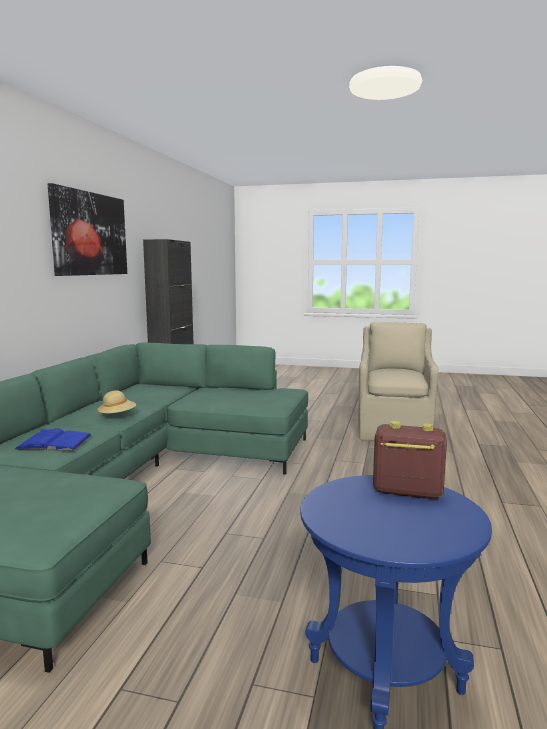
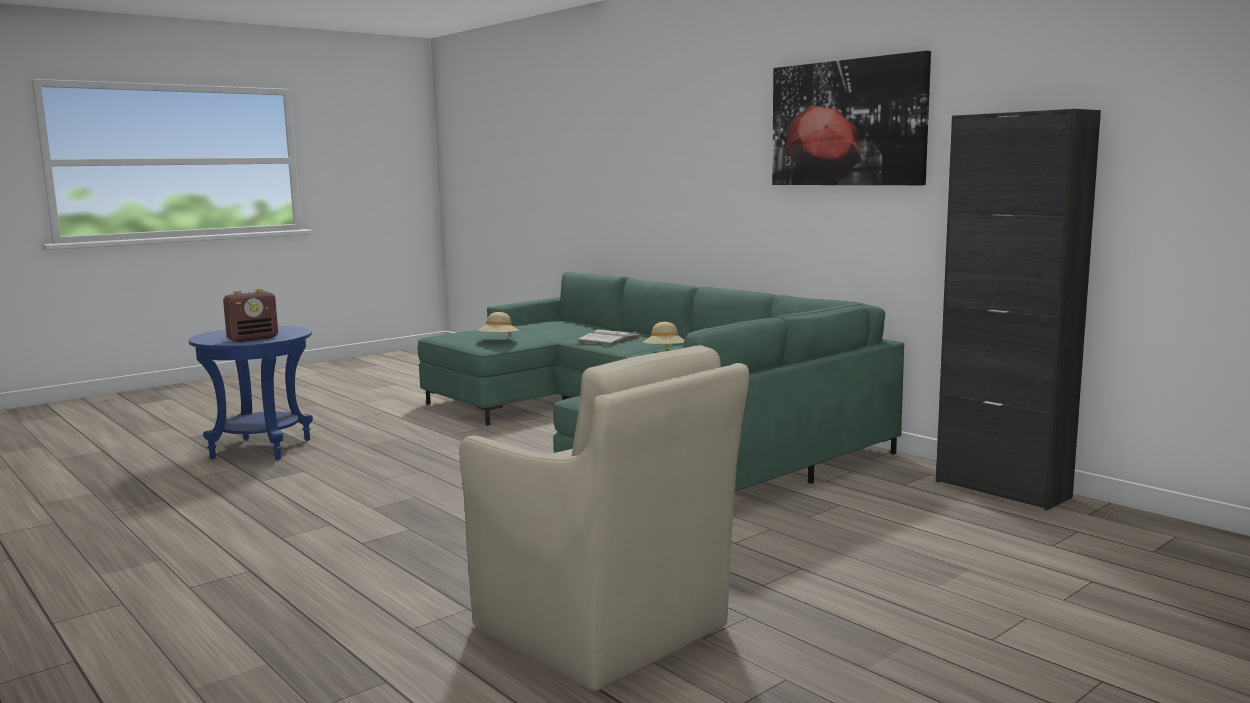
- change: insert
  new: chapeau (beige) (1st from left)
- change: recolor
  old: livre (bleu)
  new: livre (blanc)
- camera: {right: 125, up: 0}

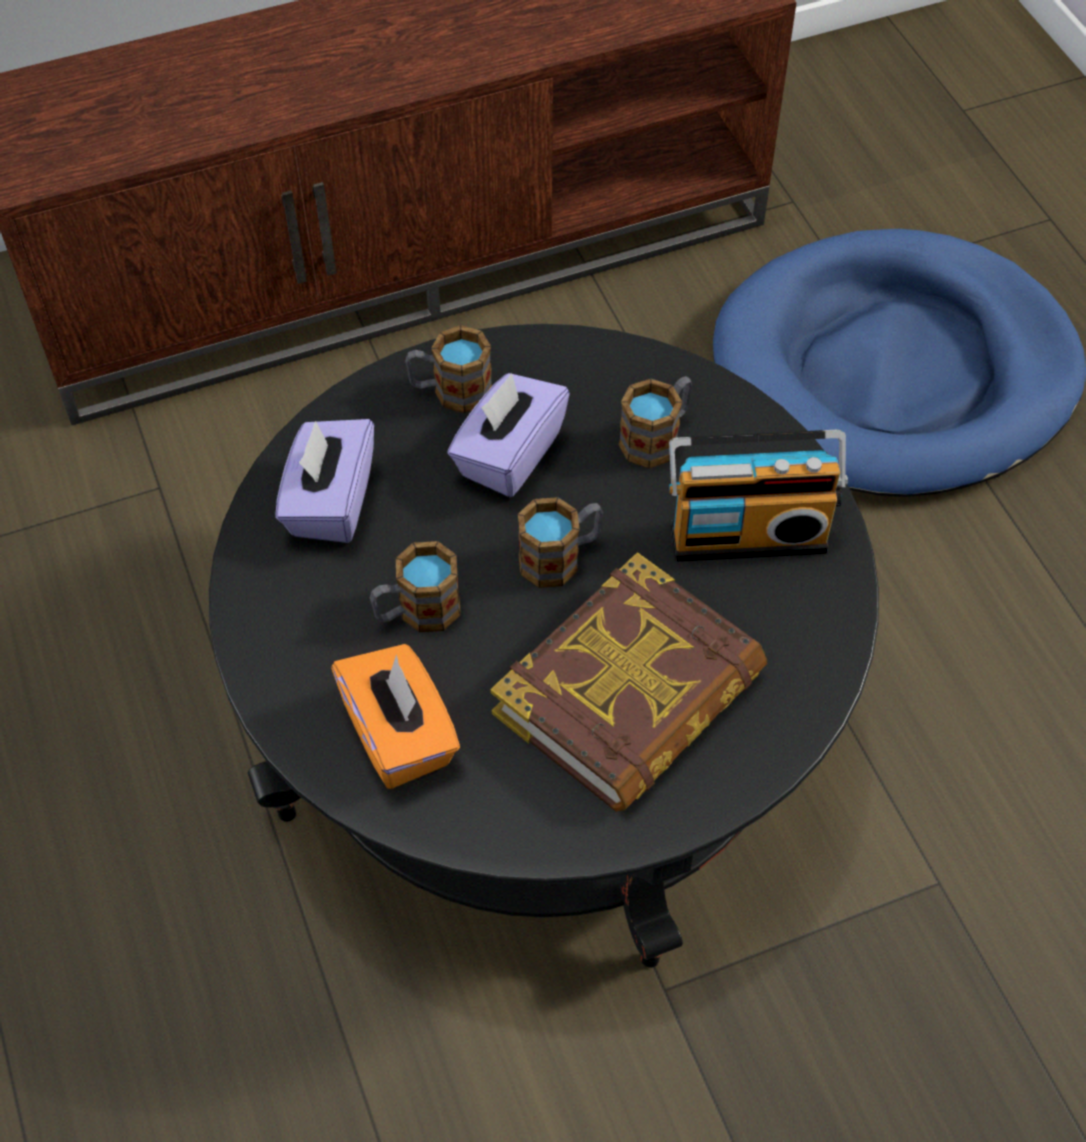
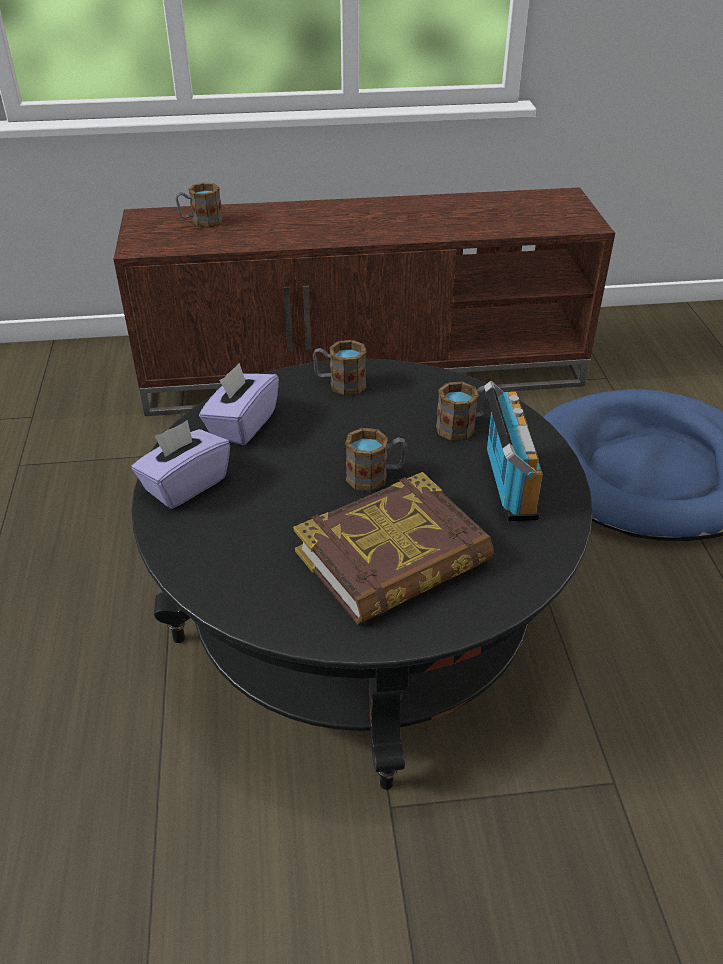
- change: delete
  old: boîte à mouchoirs (orange)
- change: move
  old: mug (1st from left)
- change: move
  old: boîte à mouchoirs (violet) (2nd from left in the first image)
  new: boîte à mouchoirs (violet) (1st from left)
- change: rotate
  old: radio
  degrees: -105
- camera: {right: 15, up: -15}

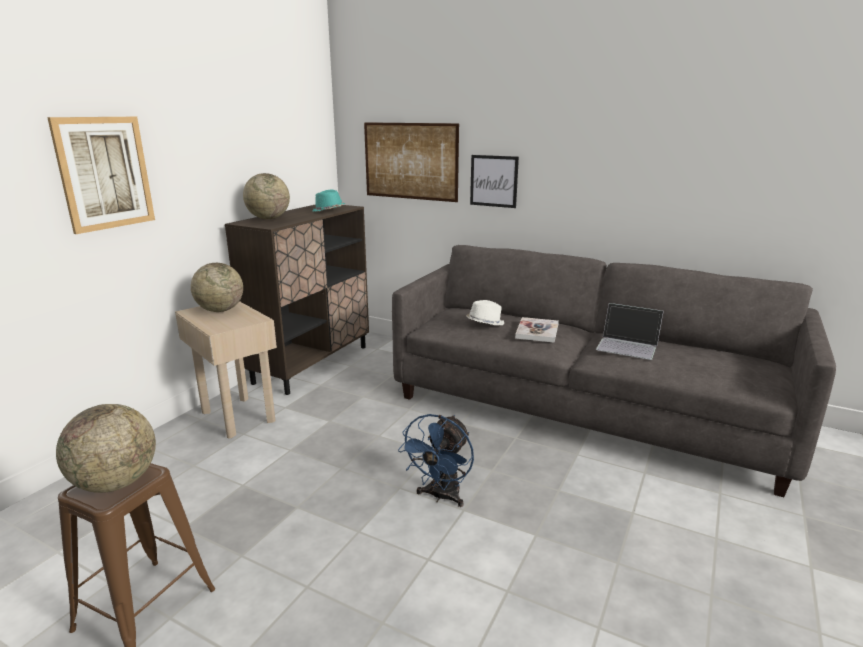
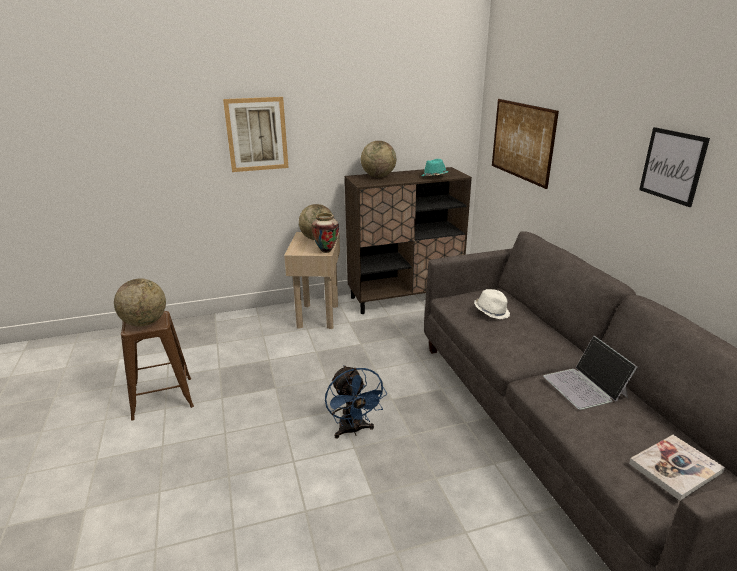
- change: insert
  new: vase
- change: move
  old: tableau (3rd from left)
- change: move
  old: livre
- change: rotate
  old: ventilateur (bleu)
  degrees: -90
- camera: {right: 45, up: 5}

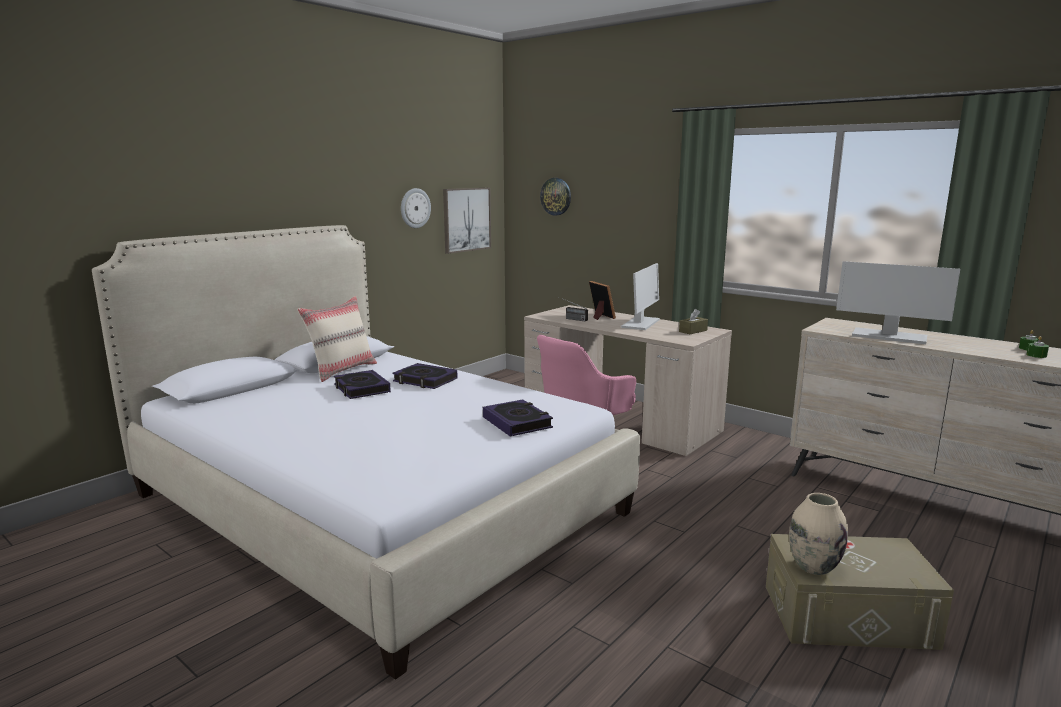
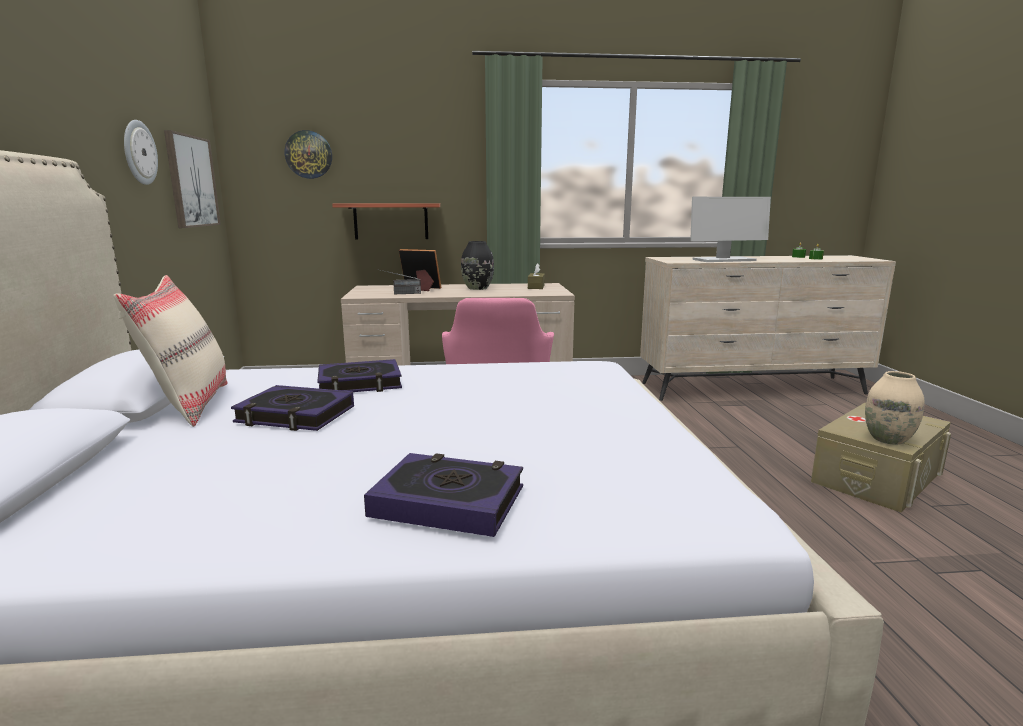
- change: insert
  new: étagère
- change: move
  old: livre (3rd from left)
- change: replace
  old: écran d'ordinateur (1st from left)
  new: vase (noir)
- camera: {right: -45, up: 0}

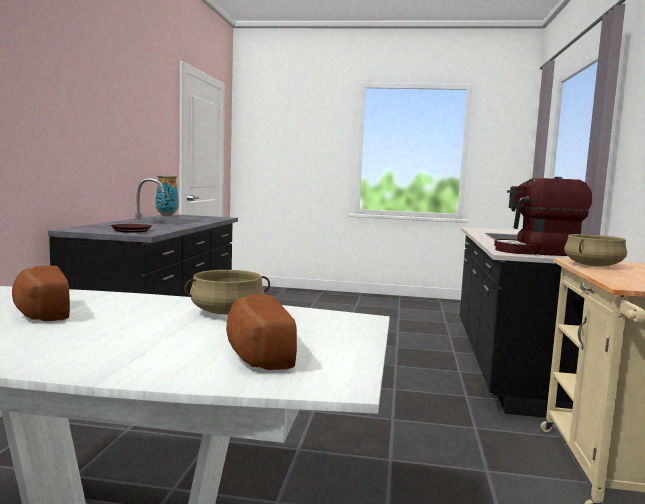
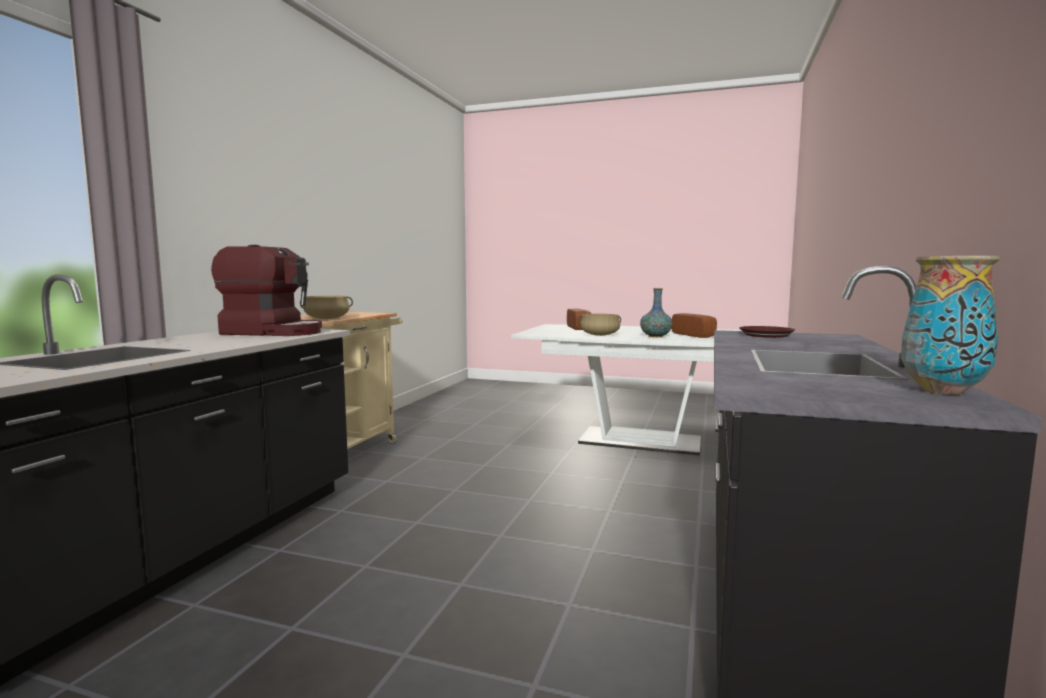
- change: insert
  new: vase (1st from left)
- camera: {right: -170, up: 0}

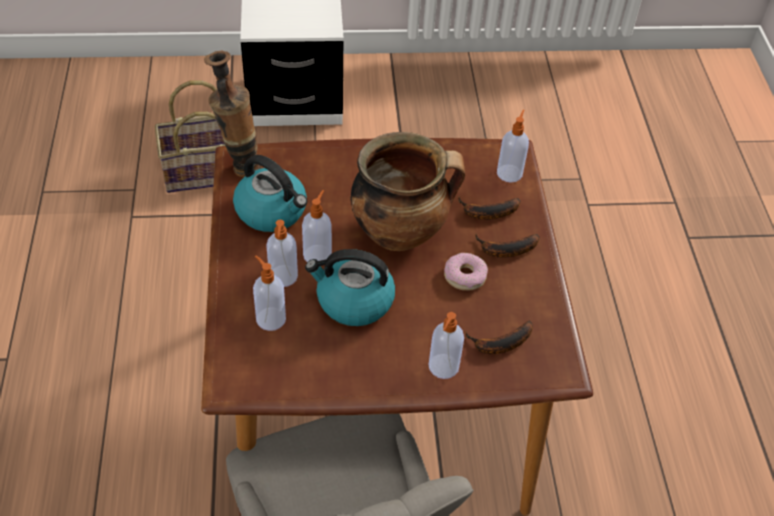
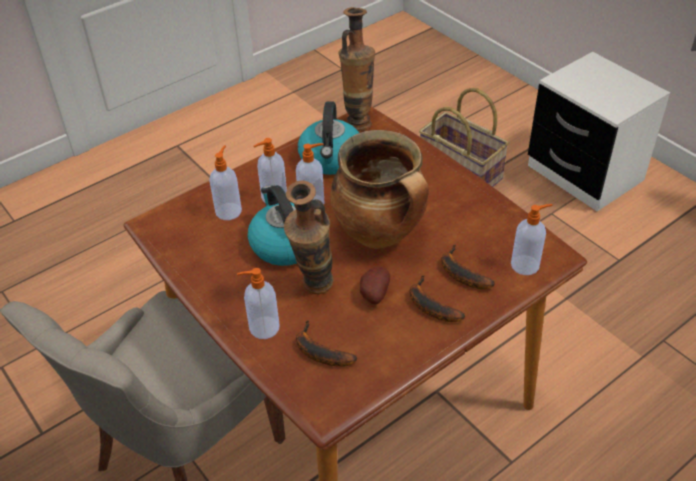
- change: insert
  new: vase (1st from left)
- change: replace
  old: beignet
  new: pomme de terre
- camera: {right: 60, up: -5}

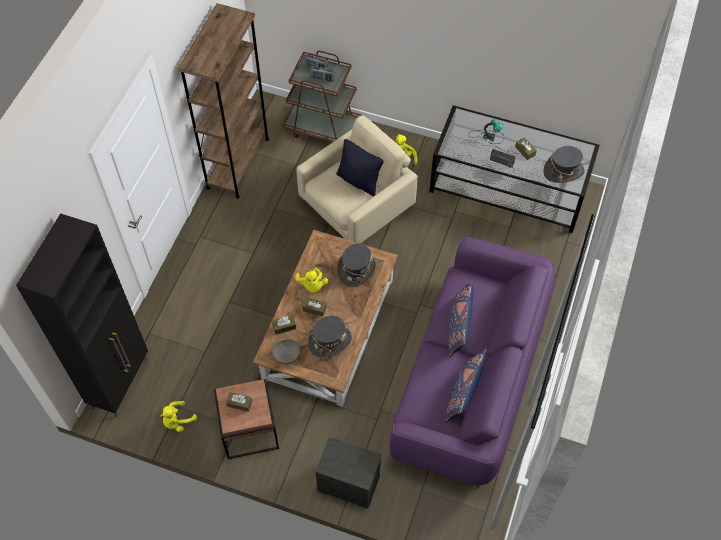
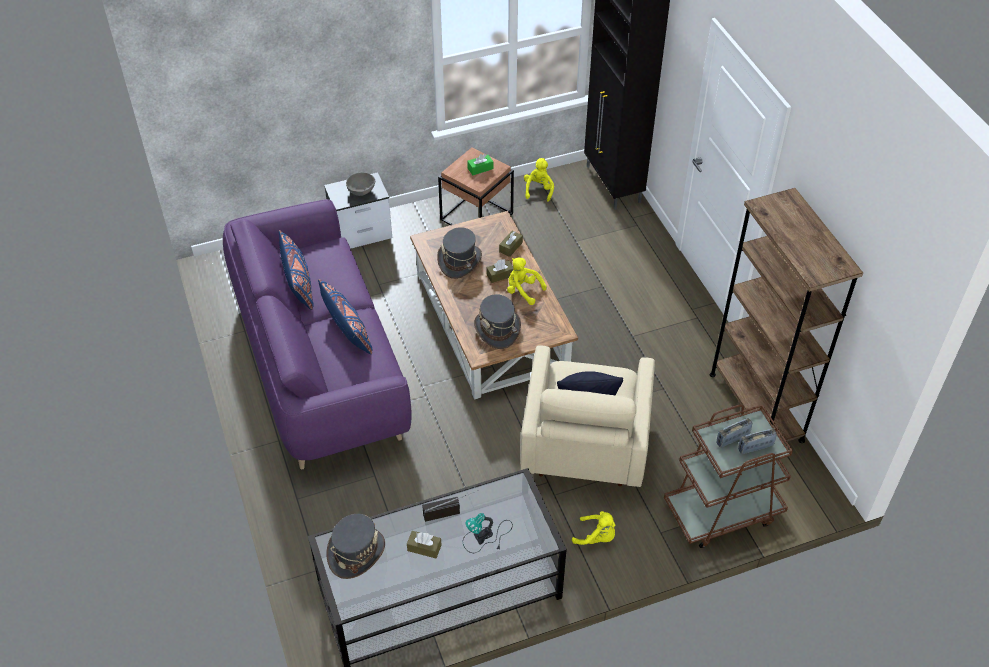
- change: move
  old: bol (gris)
- change: recolor
  old: boîte à mouchoirs (marron) (1st from left)
  new: boîte à mouchoirs (vert)
- camera: {right: 140, up: -10}

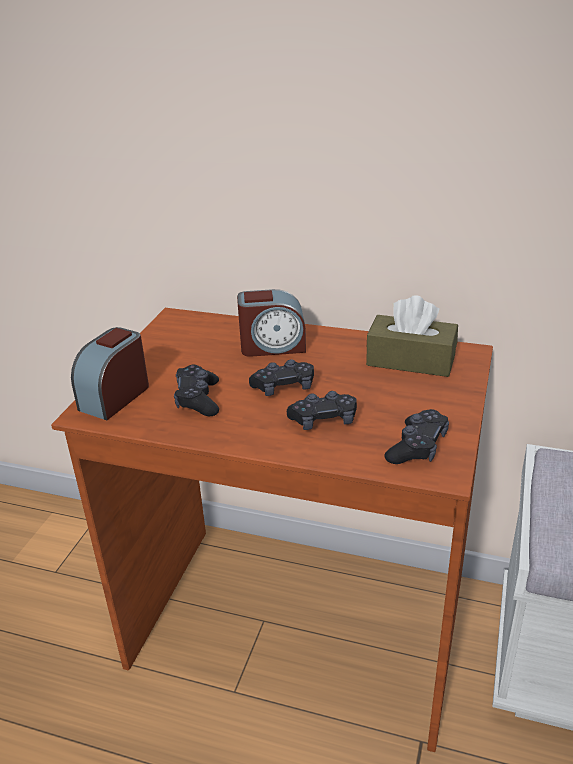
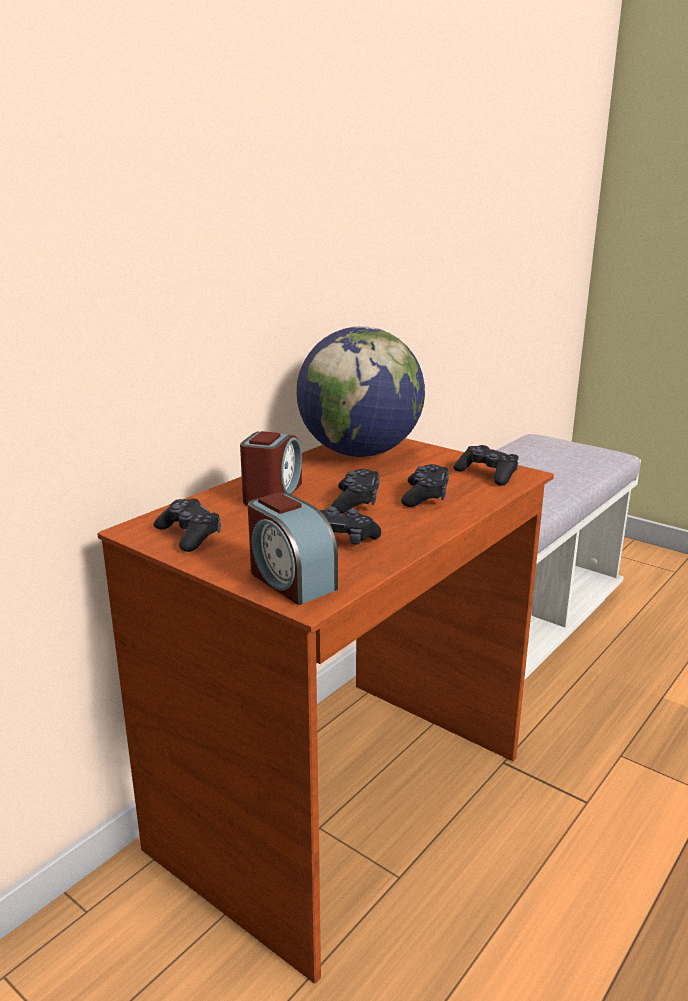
- change: insert
  new: manette (noir) (1st from left)
- change: replace
  old: boîte à mouchoirs (marron)
  new: globe
- camera: {right: -70, up: -10}

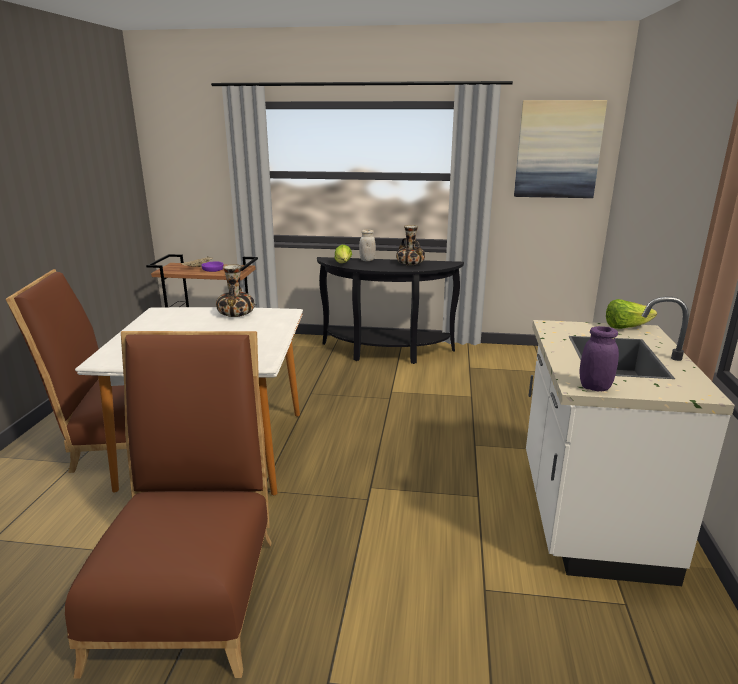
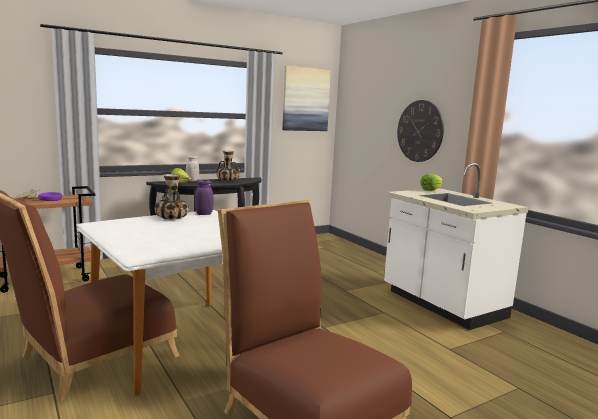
- change: insert
  new: horloge murale
- change: move
  old: bocal (violet)
- camera: {right: -40, up: -10}

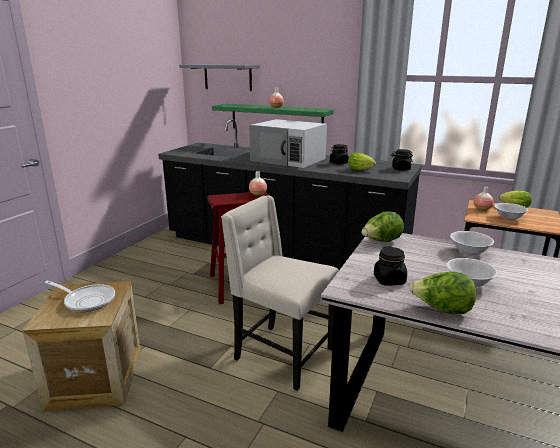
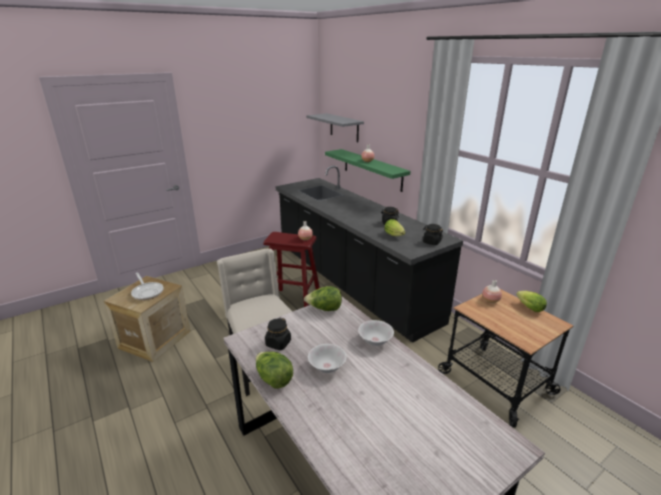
- change: delete
  old: micro-ondes (blanc)
- change: delete
  old: bol (blanc) (3rd from left)
- camera: {right: 30, up: 5}

